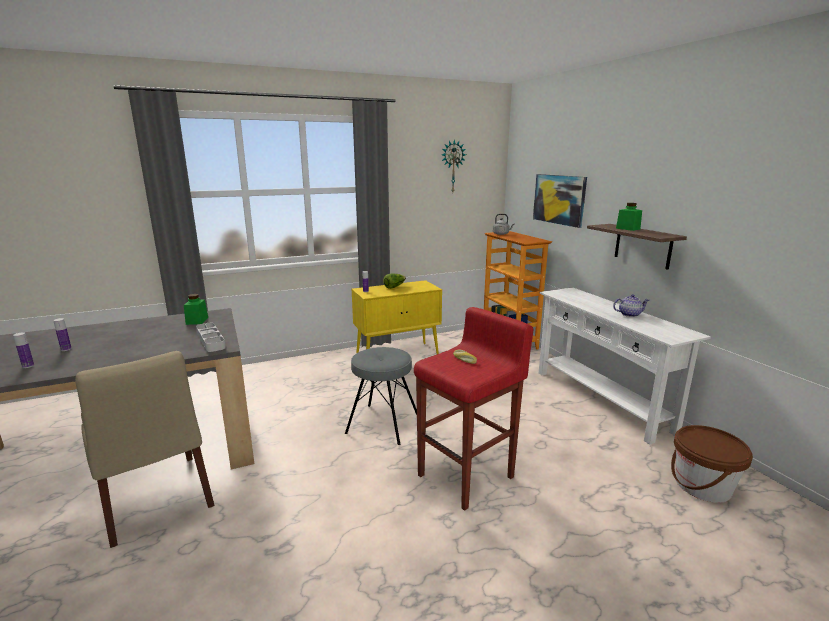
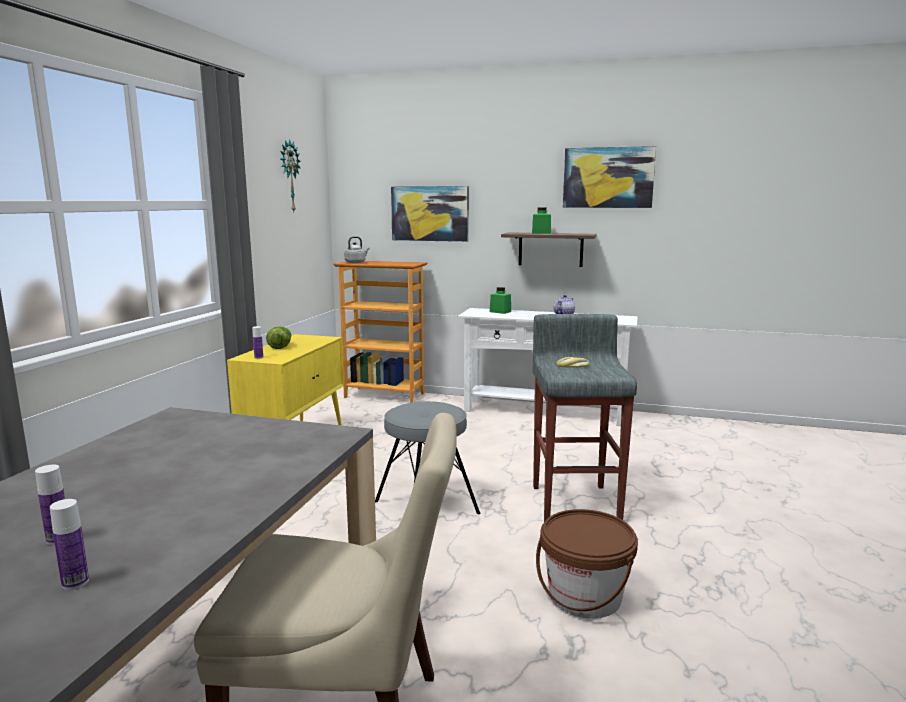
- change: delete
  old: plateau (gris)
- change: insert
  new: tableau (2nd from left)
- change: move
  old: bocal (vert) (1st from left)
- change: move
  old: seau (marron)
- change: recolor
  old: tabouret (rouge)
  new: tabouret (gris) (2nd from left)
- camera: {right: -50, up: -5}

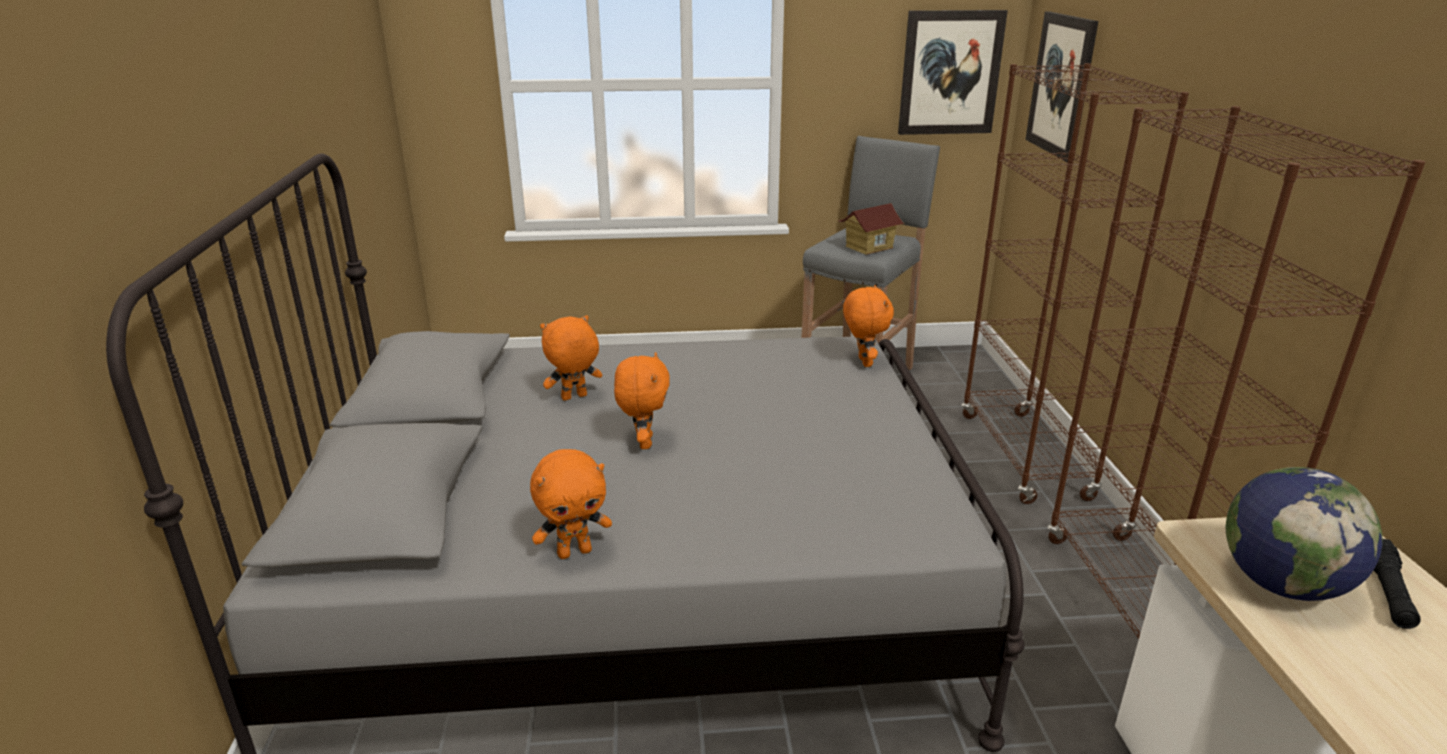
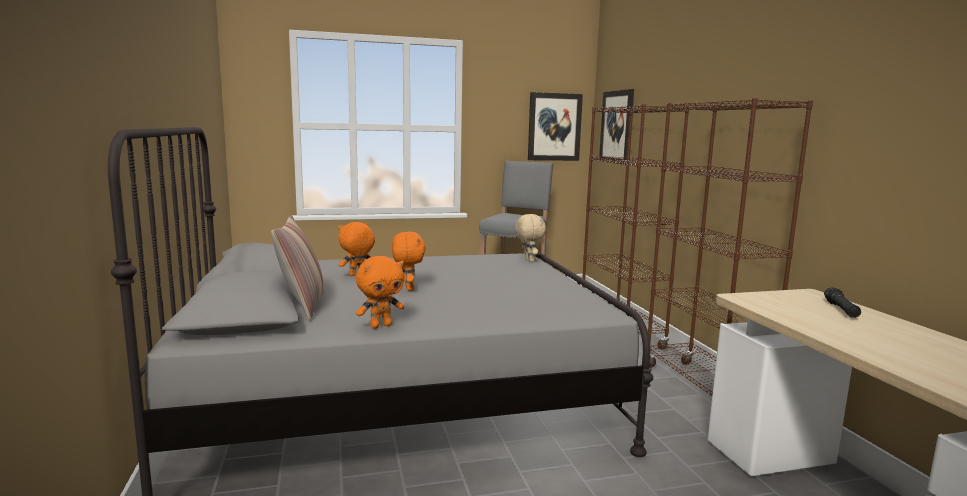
- change: delete
  old: maison miniature
- change: delete
  old: globe
- change: insert
  new: coussin
- change: recolor
  old: peluche (orange) (4th from left)
  new: peluche (beige)
- camera: {right: -10, up: -15}

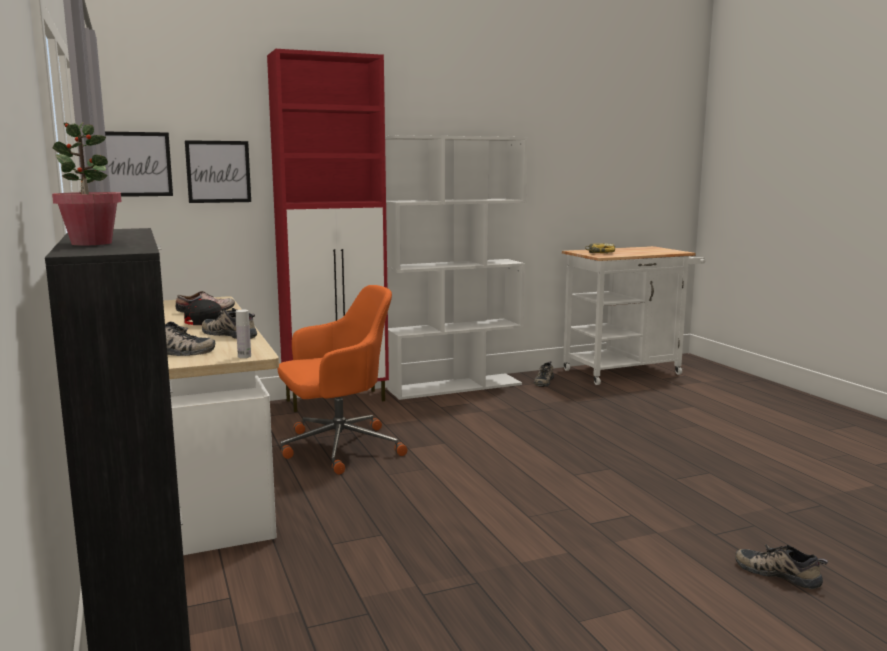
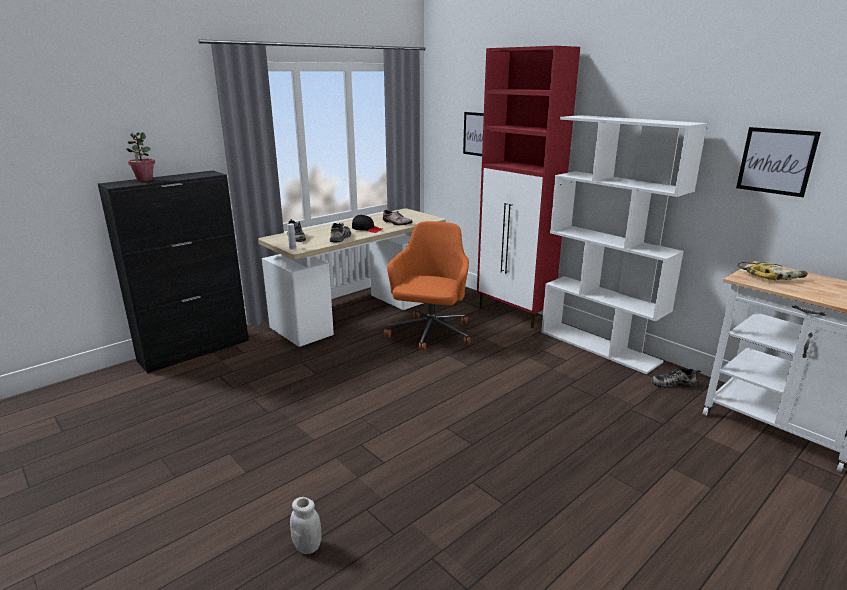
- change: move
  old: tableau (1st from left in the first image)
  new: tableau (2nd from left)
- change: replace
  old: chaussure (5th from left)
  new: bocal (blanc)
- change: rotate
  old: chaise de bureau (orange)
  degrees: -120
- camera: {right: 70, up: 10}

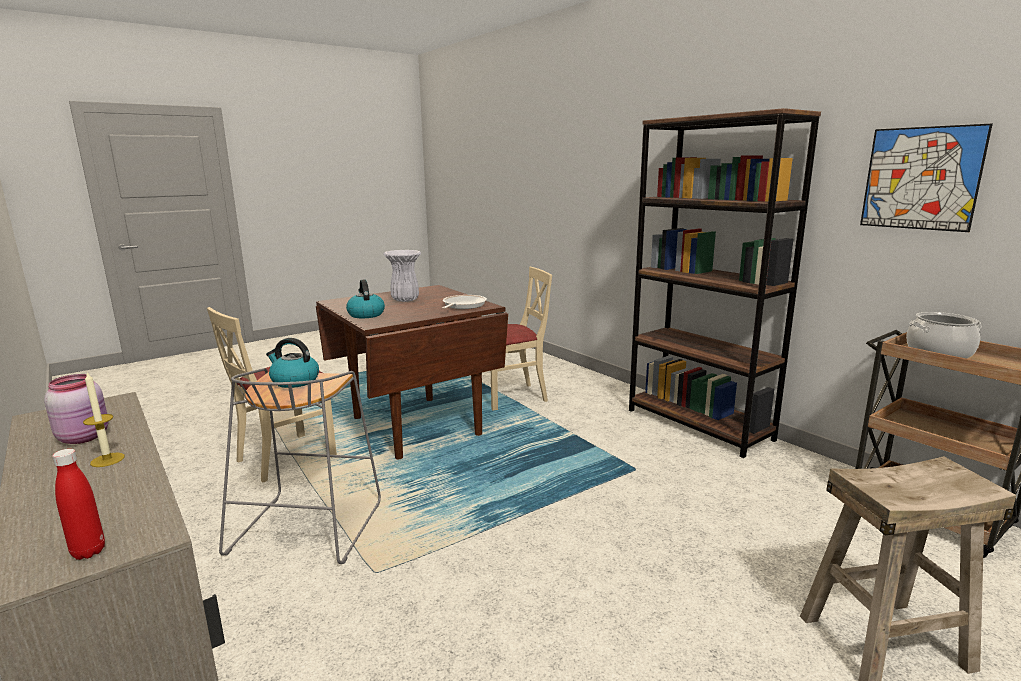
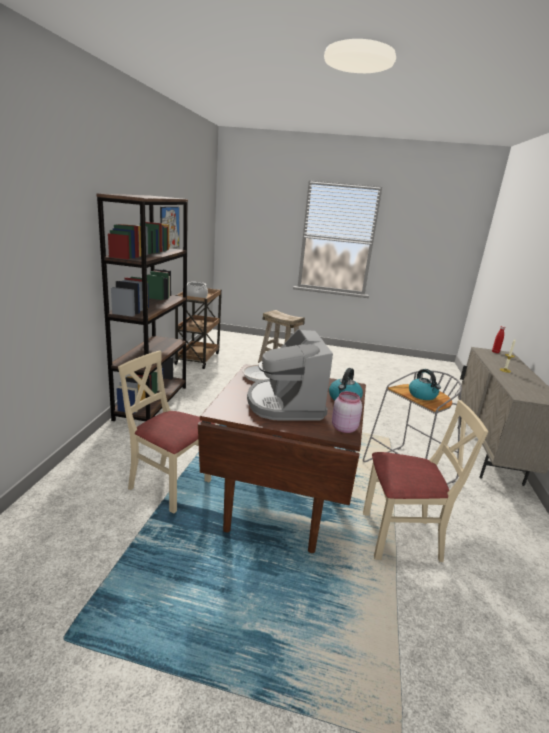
- change: move
  old: bocal (rose)
- change: replace
  old: vase (blanc)
  new: machine à café
- camera: {right: -135, up: 5}

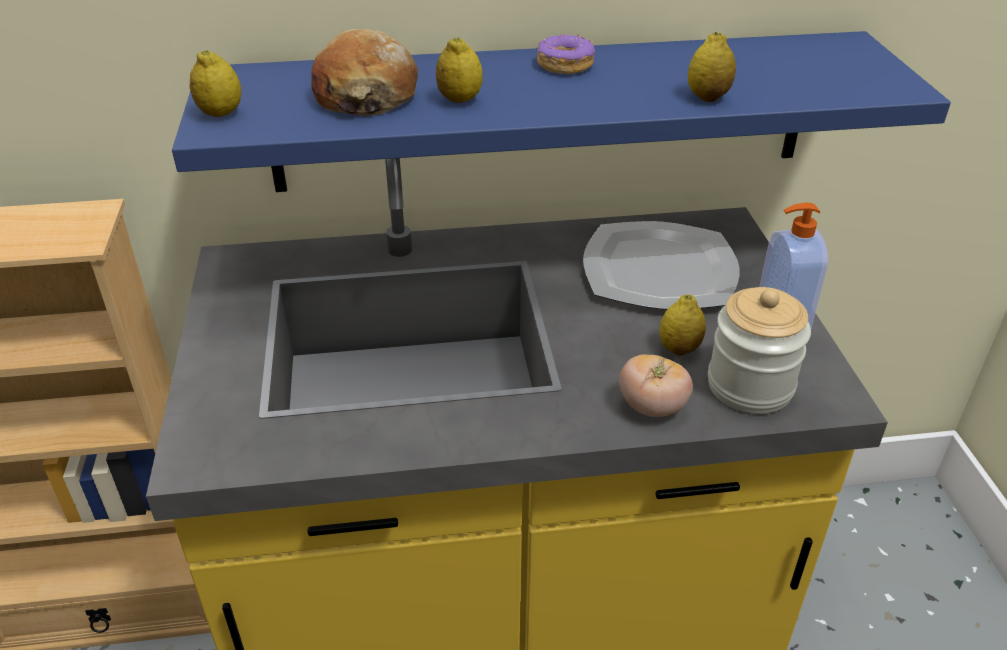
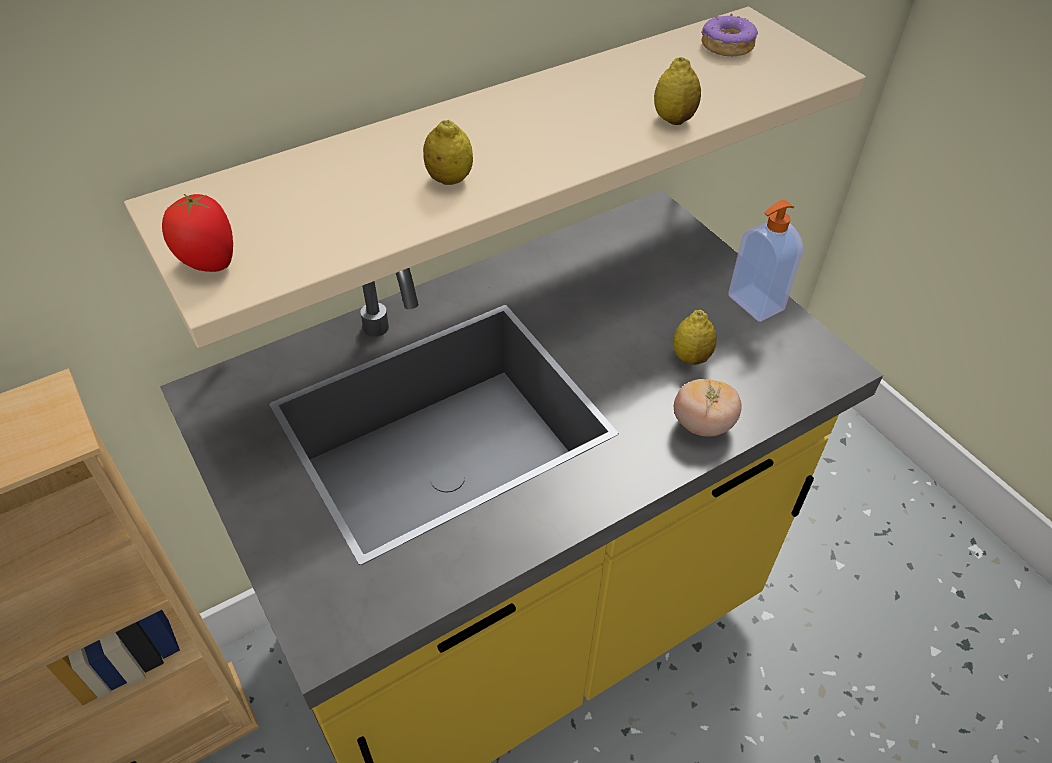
- change: delete
  old: pain
- change: delete
  old: assiette
- change: delete
  old: bocal
- change: move
  old: beignet
- change: replace
  old: citron (1st from left)
  new: tomate (1st from left)
- change: recolor
  old: étagère (bleu)
  new: étagère (beige)
- camera: {right: -25, up: 10}

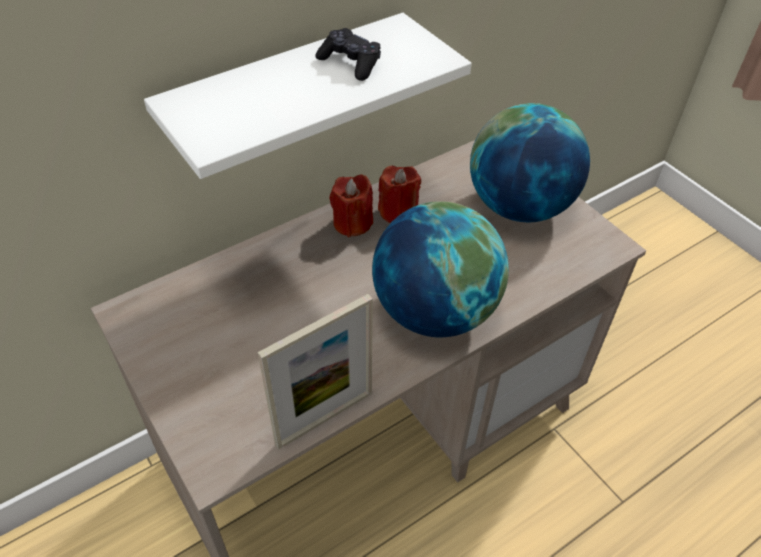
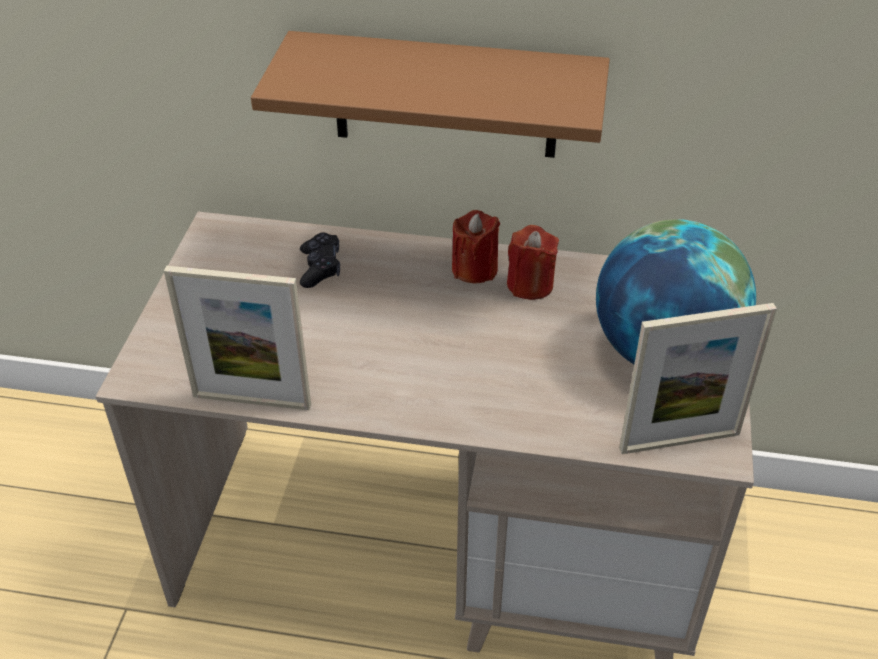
- change: delete
  old: globe (1st from left)
- change: insert
  new: cadre photo (2nd from left)
- change: move
  old: manette (noir)
- change: recolor
  old: étagère (blanc)
  new: étagère (marron)
- camera: {right: 45, up: -5}

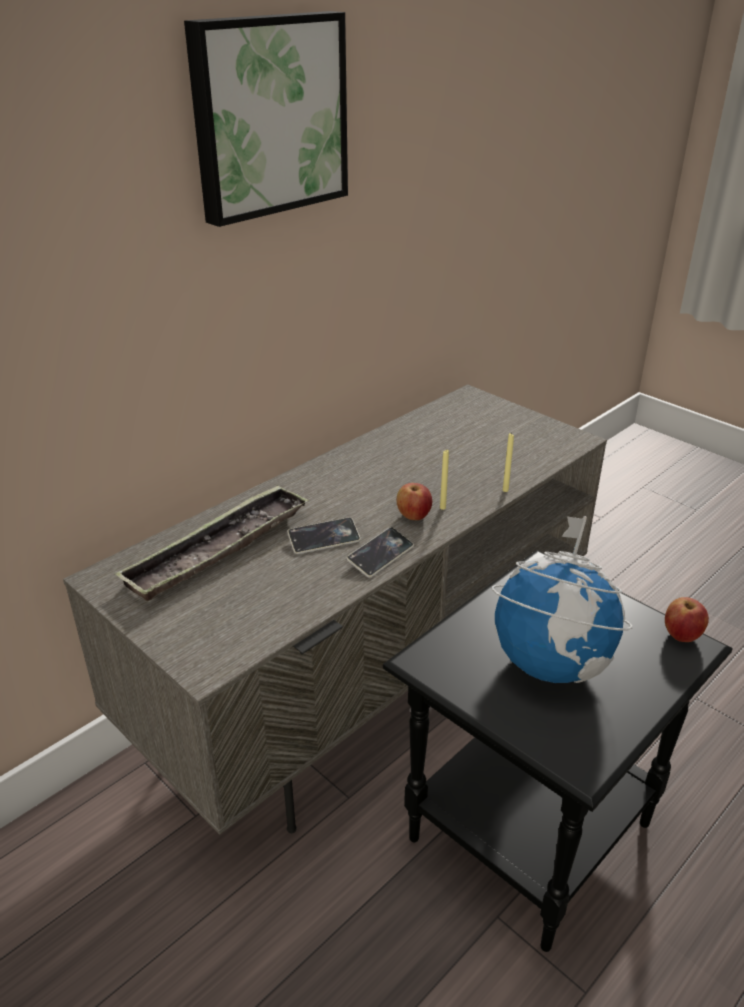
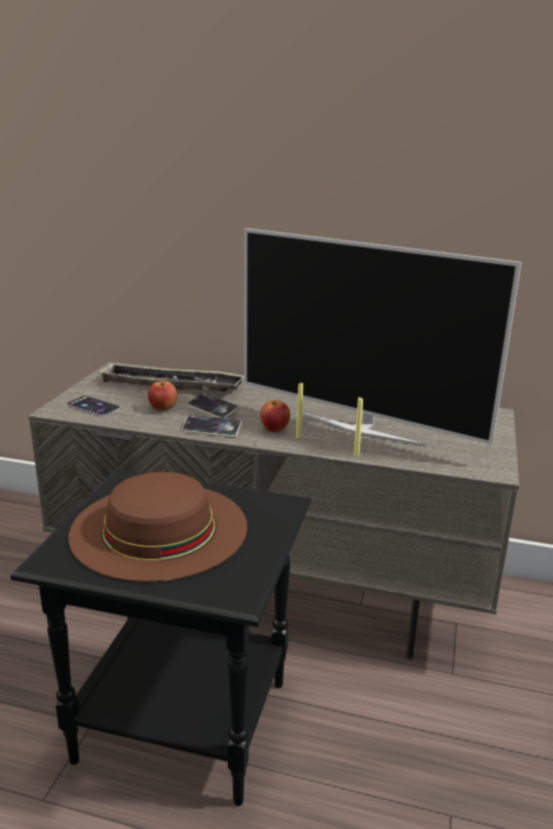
- change: delete
  old: tableau
- change: insert
  new: téléphone (1st from left)
- change: insert
  new: téléviseur
- change: move
  old: pomme (2nd from left in the first image)
  new: pomme (1st from left)
- change: replace
  old: globe
  new: chapeau (marron)
- camera: {right: 60, up: -10}

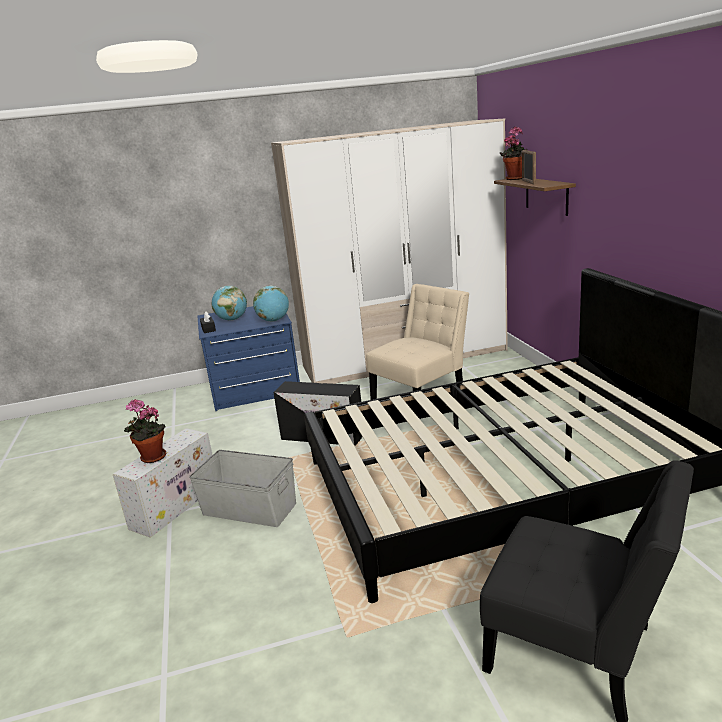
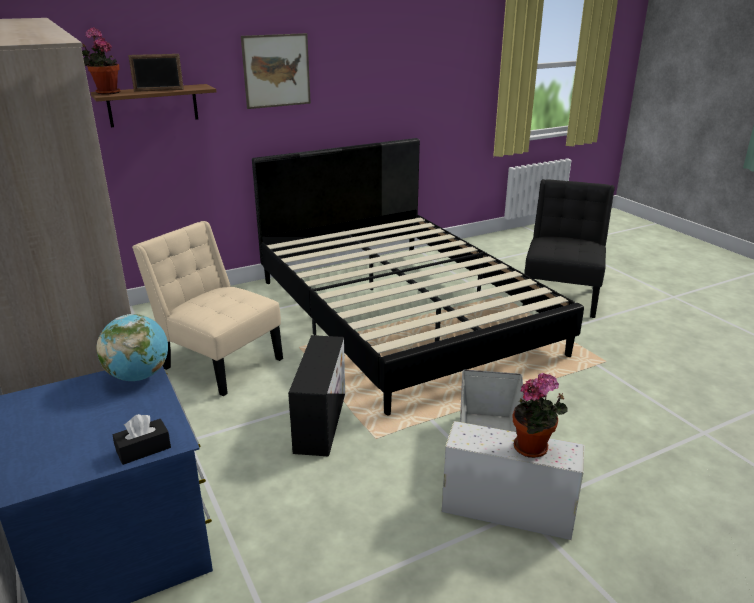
- change: delete
  old: globe (1st from left)
- change: insert
  new: tableau
- camera: {right: -105, up: 5}

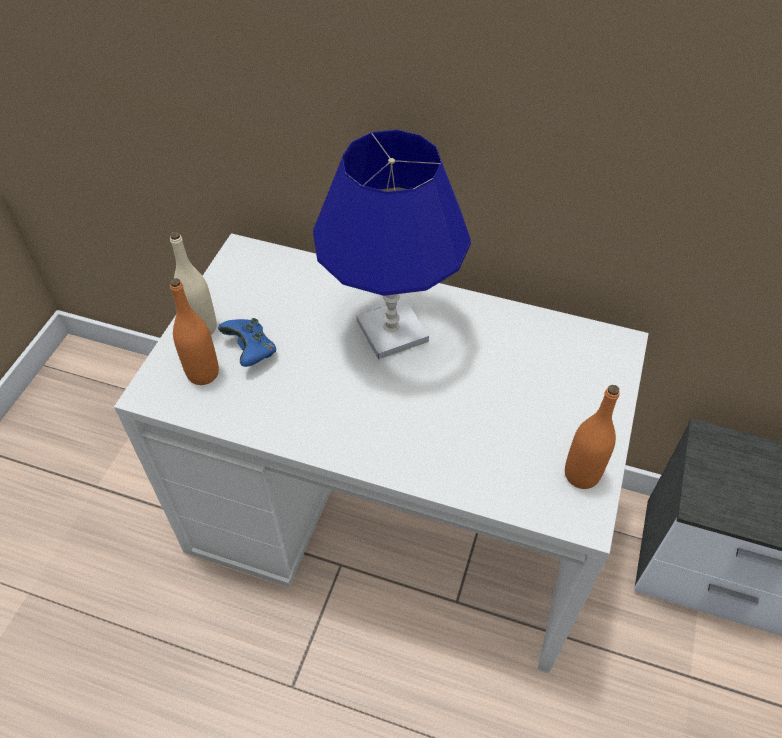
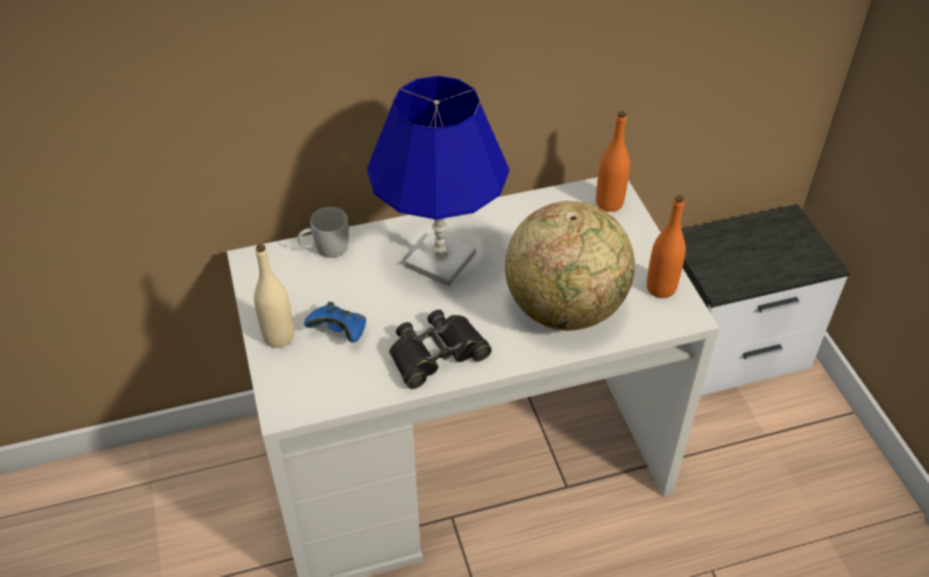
- change: insert
  new: mug (blanc)
- change: insert
  new: jumelles (noir)
- change: insert
  new: globe
- change: move
  old: bouteille (orange) (1st from left)
- camera: {right: -35, up: -5}

